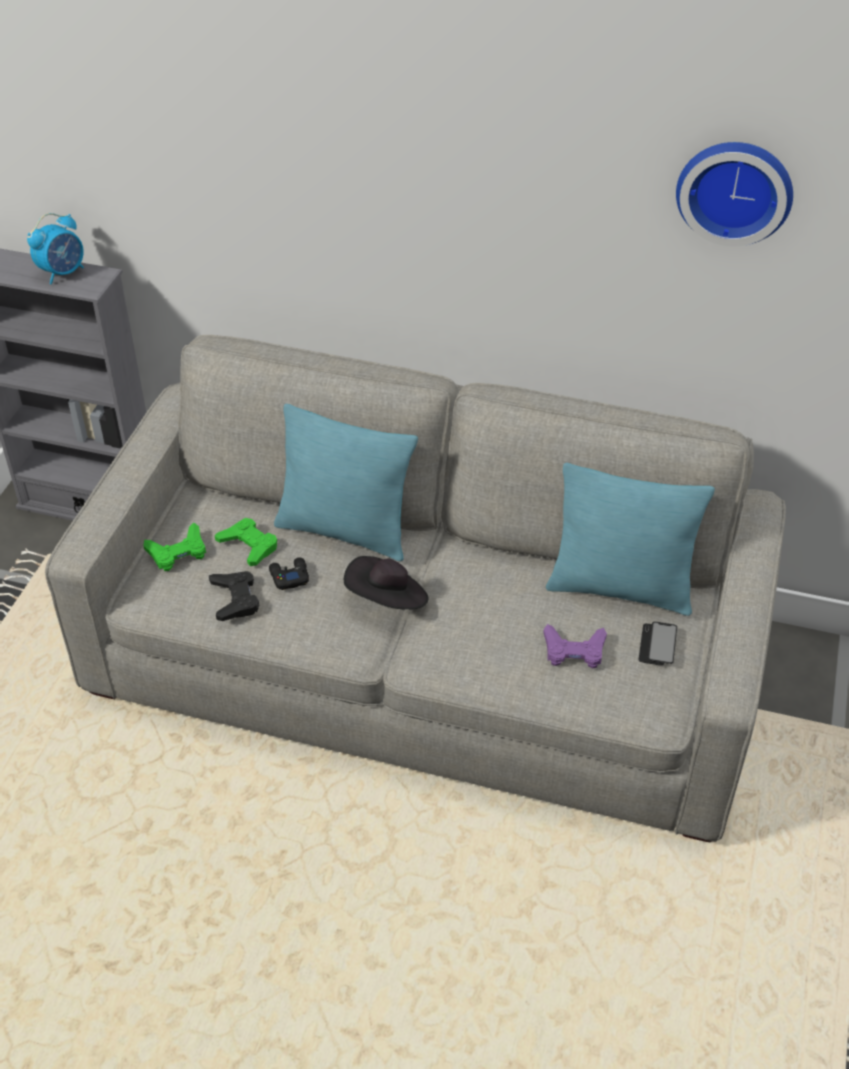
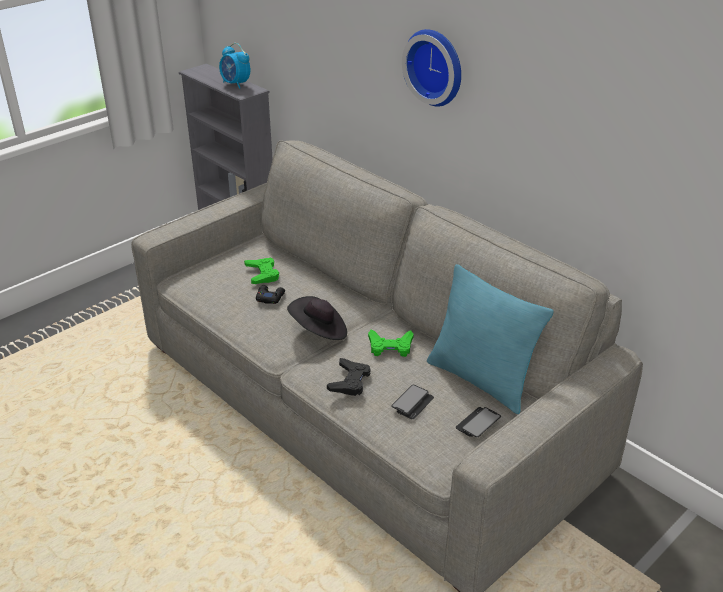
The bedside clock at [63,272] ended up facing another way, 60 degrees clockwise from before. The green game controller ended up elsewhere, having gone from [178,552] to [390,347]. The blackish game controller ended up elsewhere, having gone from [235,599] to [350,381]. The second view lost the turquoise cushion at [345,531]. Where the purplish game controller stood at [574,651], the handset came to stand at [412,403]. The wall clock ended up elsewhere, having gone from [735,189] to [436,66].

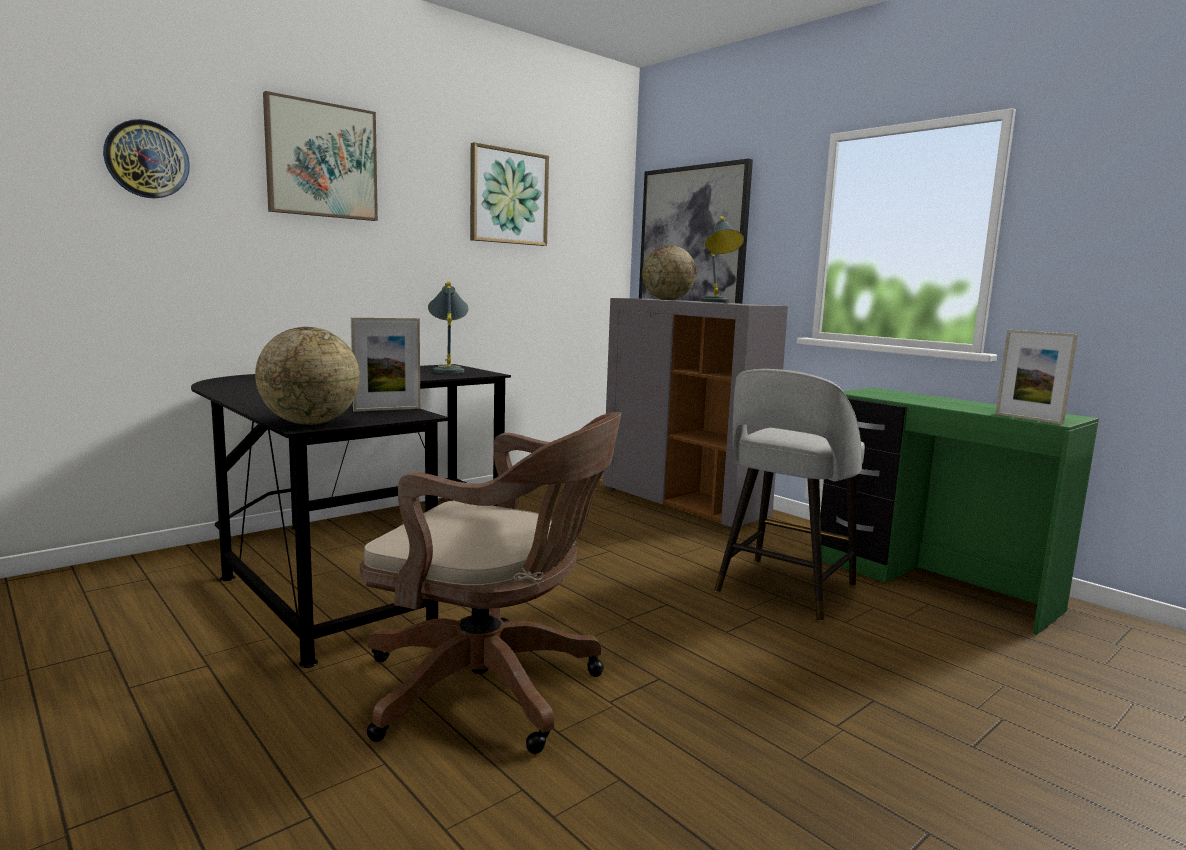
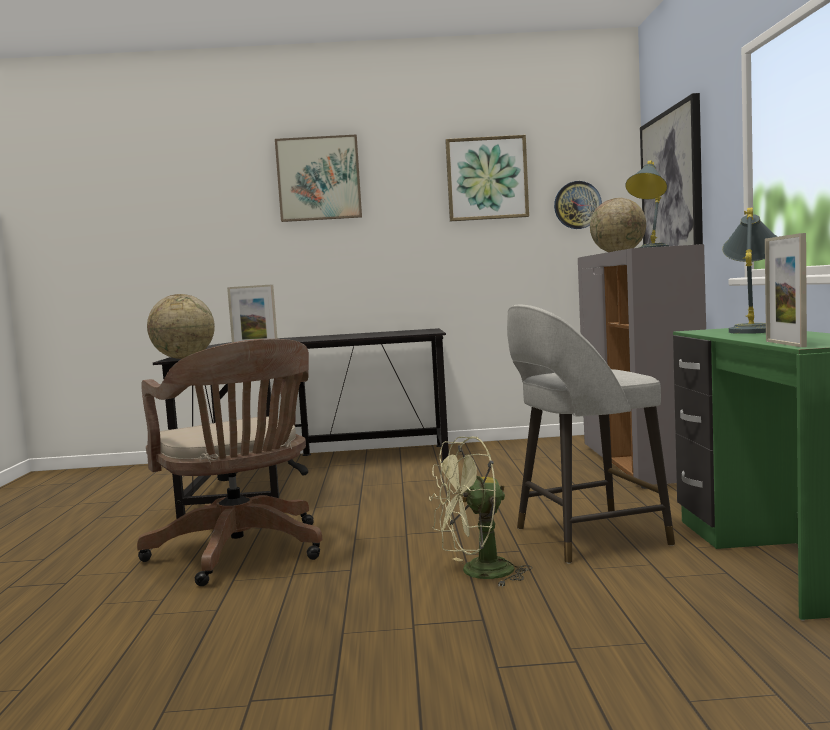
The wall clock ended up elsewhere, having gone from [147,159] to [577,205]. The gray lamp for a table ended up elsewhere, having gone from [449,370] to [752,330]. The second view gained the green cooling fan at [477,573].

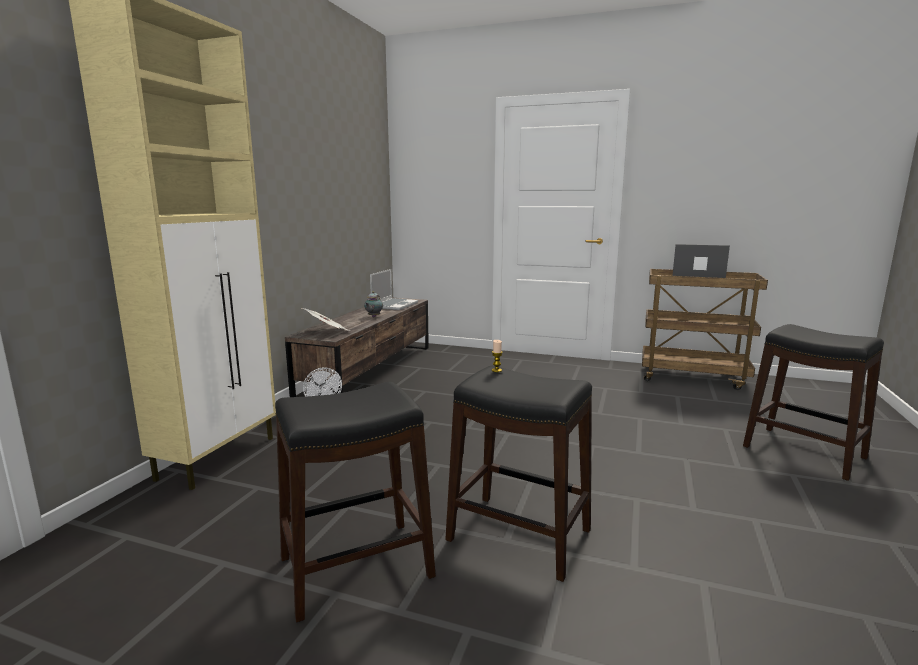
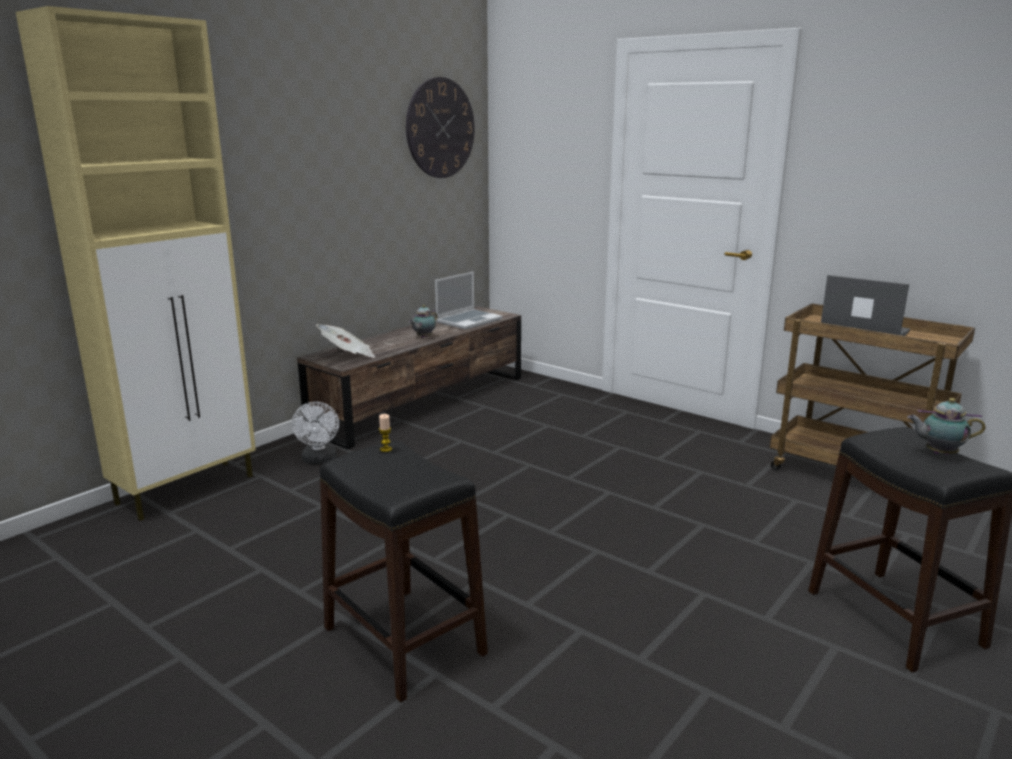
The second view lost the blackish stool at [355,567]. The second view gained the wall clock at [440,128]. The second view gained the teapot at [938,453].

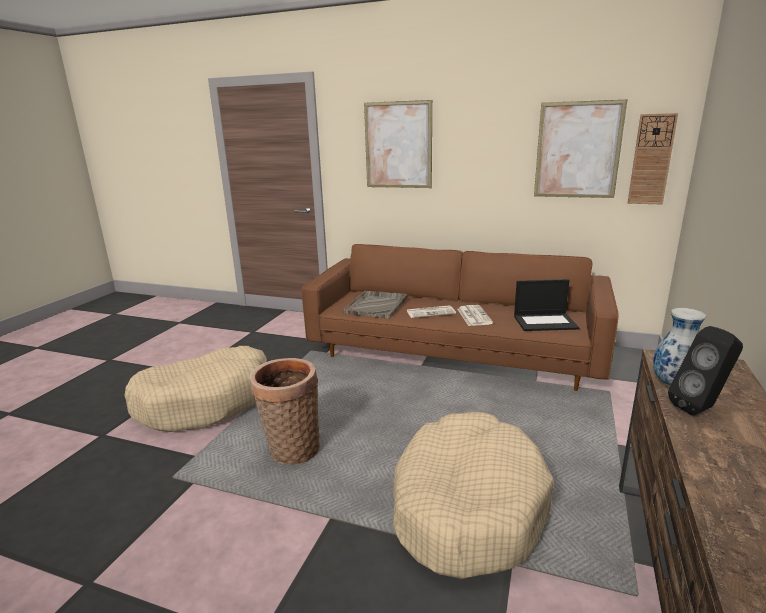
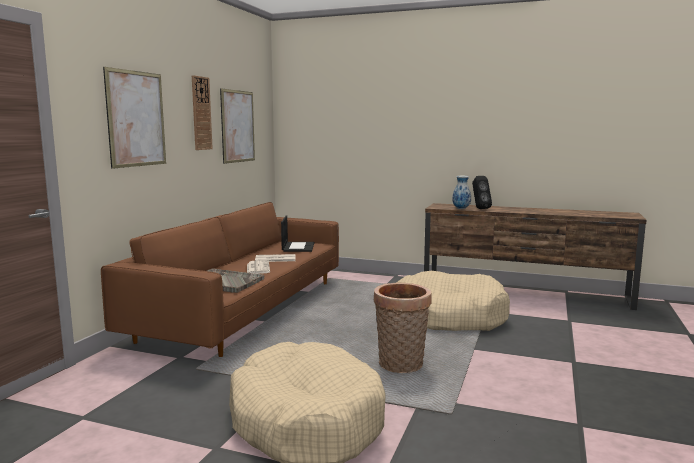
The wall clock ended up elsewhere, having gone from [651,160] to [201,113].

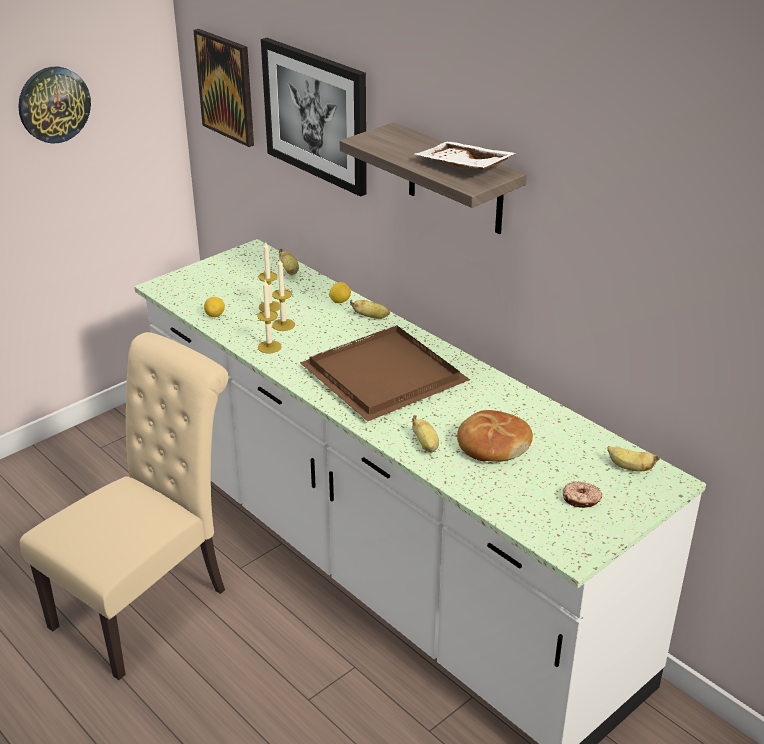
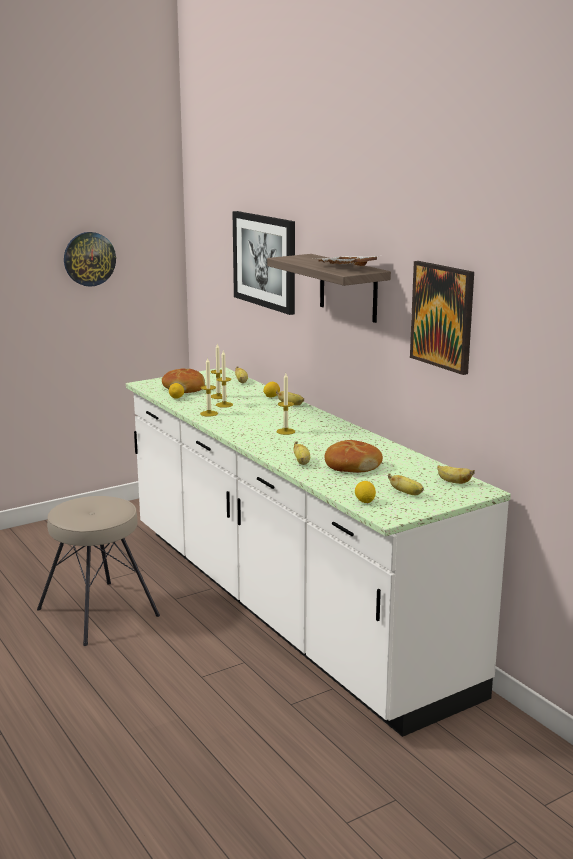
Where the beige plain chair stood at [149,603], the beige stool came to stand at [99,612]. The wall picture ended up elsewhere, having gone from [226,87] to [443,316]. Where the brown-coloured serving tray stood at [383,378], the wax light came to stand at [285,431]. Where the doughnut stood at [581,499], the whole banana came to stand at [407,493]. The second view gained the baked bread at [184,388]. The second view gained the whole lemon at [365,501].

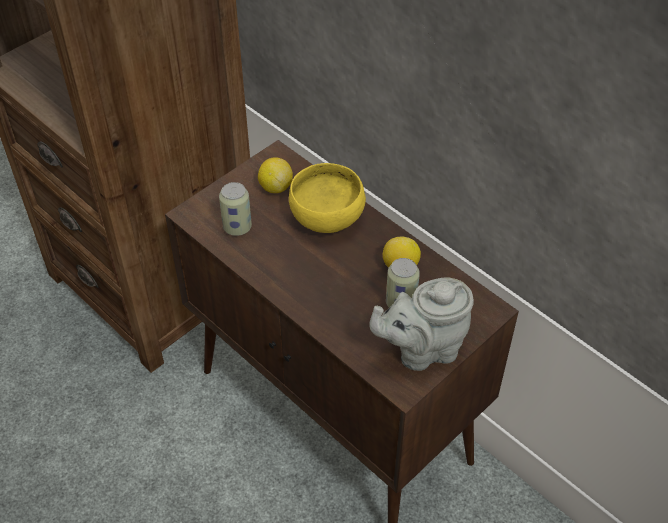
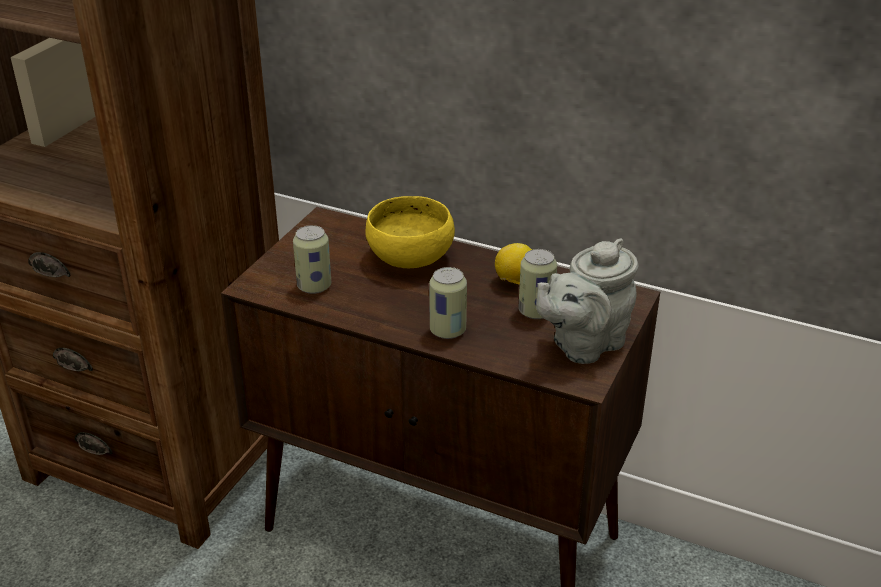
The second view lost the whole lemon at [275,187]. The second view gained the metal can at [447,331].

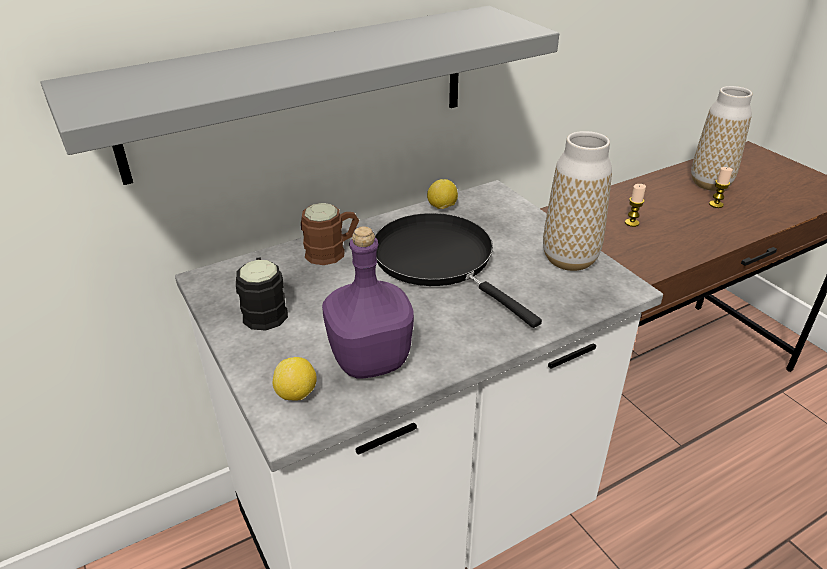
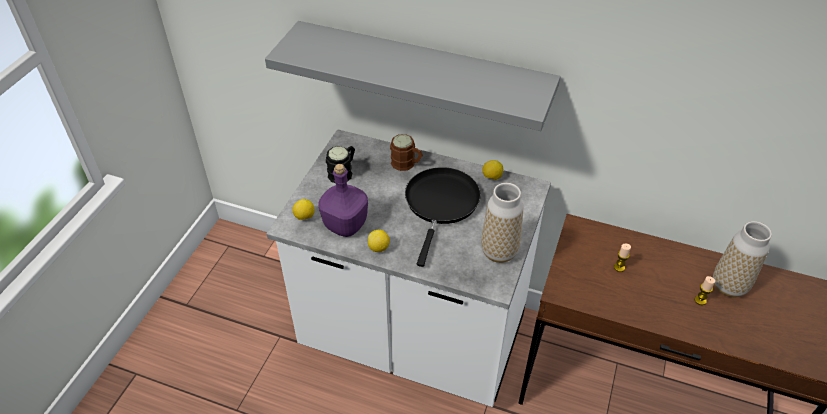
The second view gained the whole lemon at [379,248].

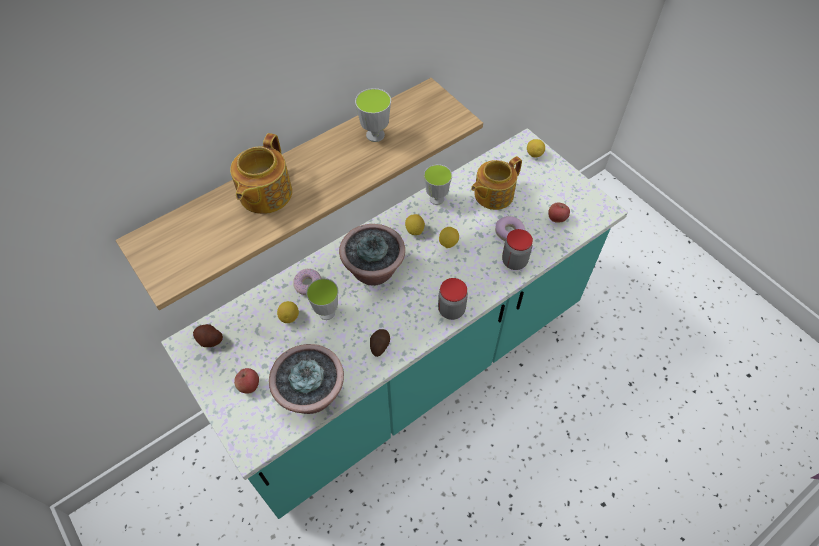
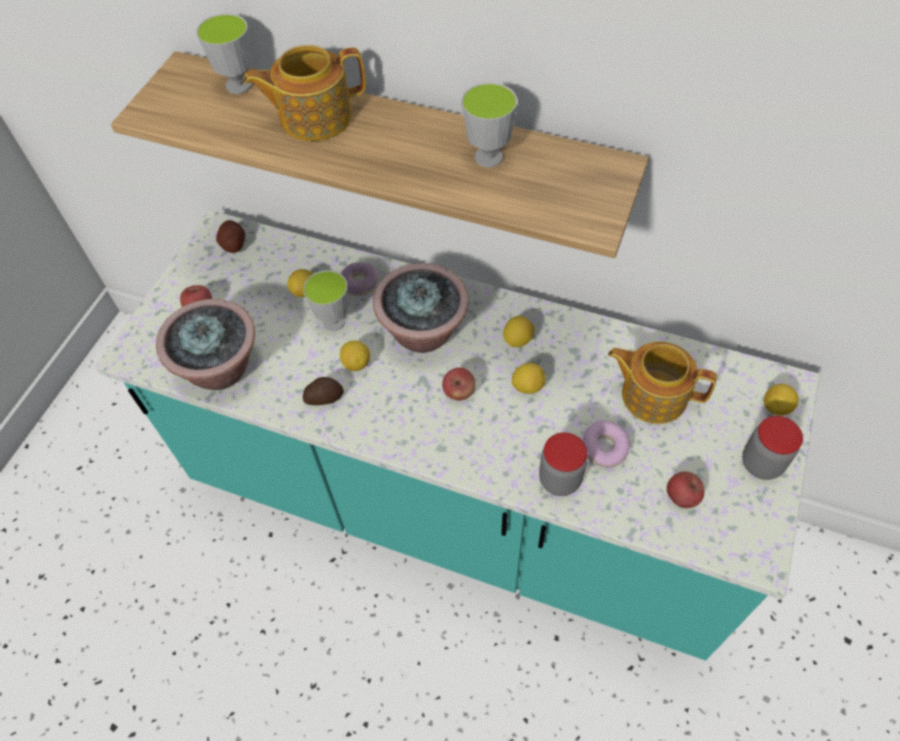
The drinking cup ended up elsewhere, having gone from [436,199] to [238,85]. The jar ended up elsewhere, having gone from [451,310] to [761,463]. The second view gained the whole lemon at [356,363]. The second view gained the whole apple at [459,392].

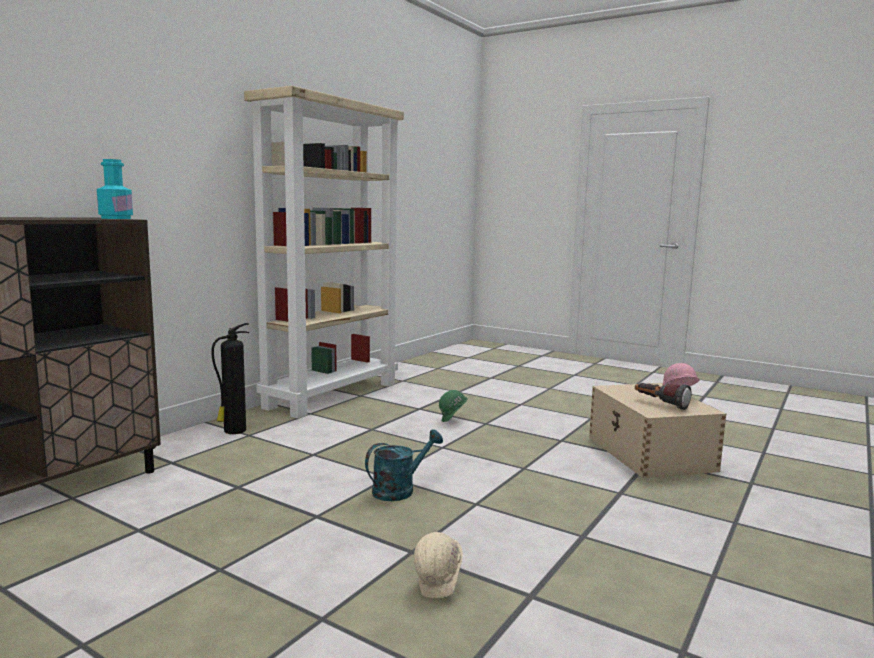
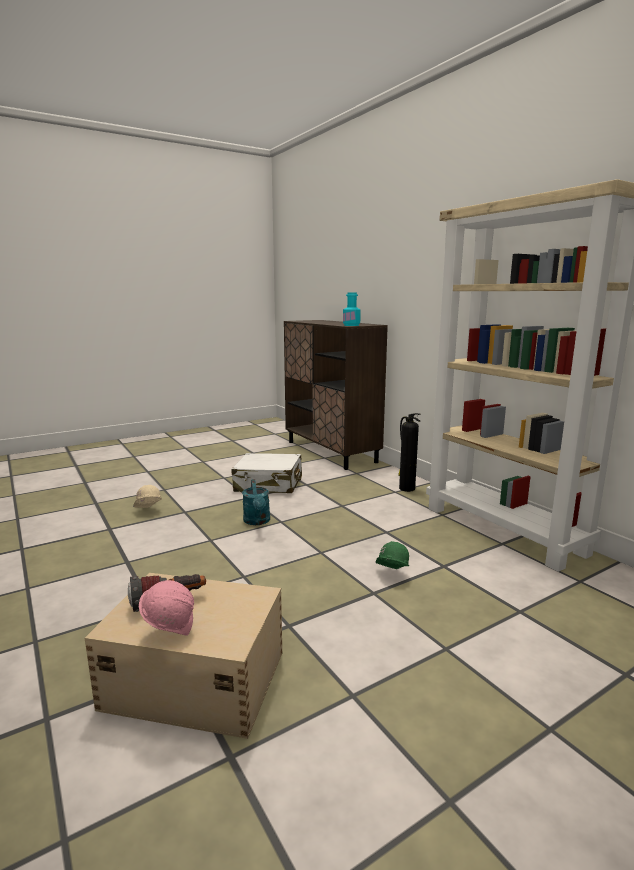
The second view gained the white travel case at [268,484].

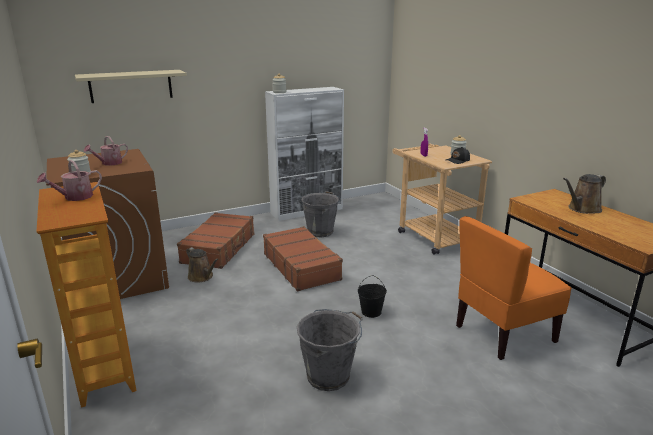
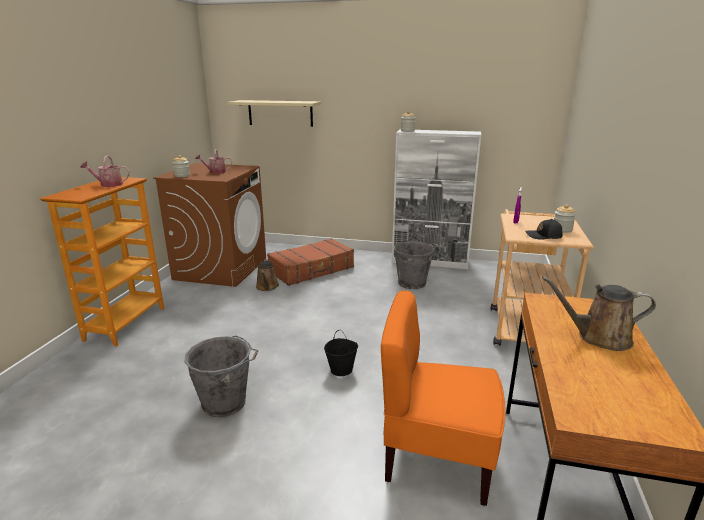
The second view lost the brown-coloured travel case at [301,266].

